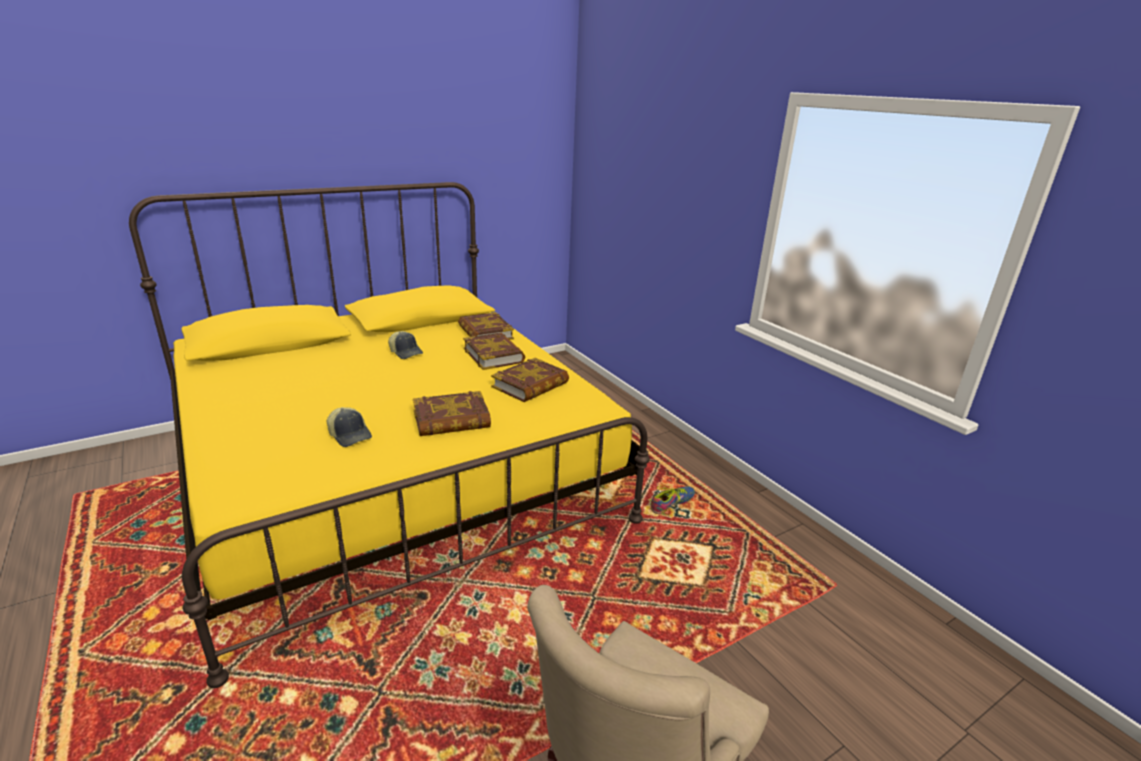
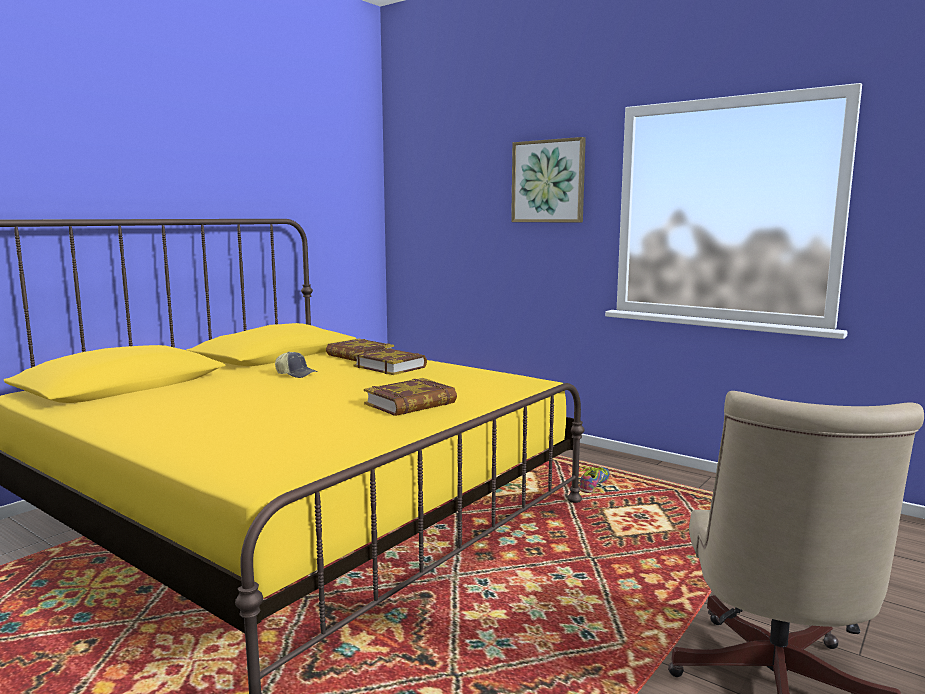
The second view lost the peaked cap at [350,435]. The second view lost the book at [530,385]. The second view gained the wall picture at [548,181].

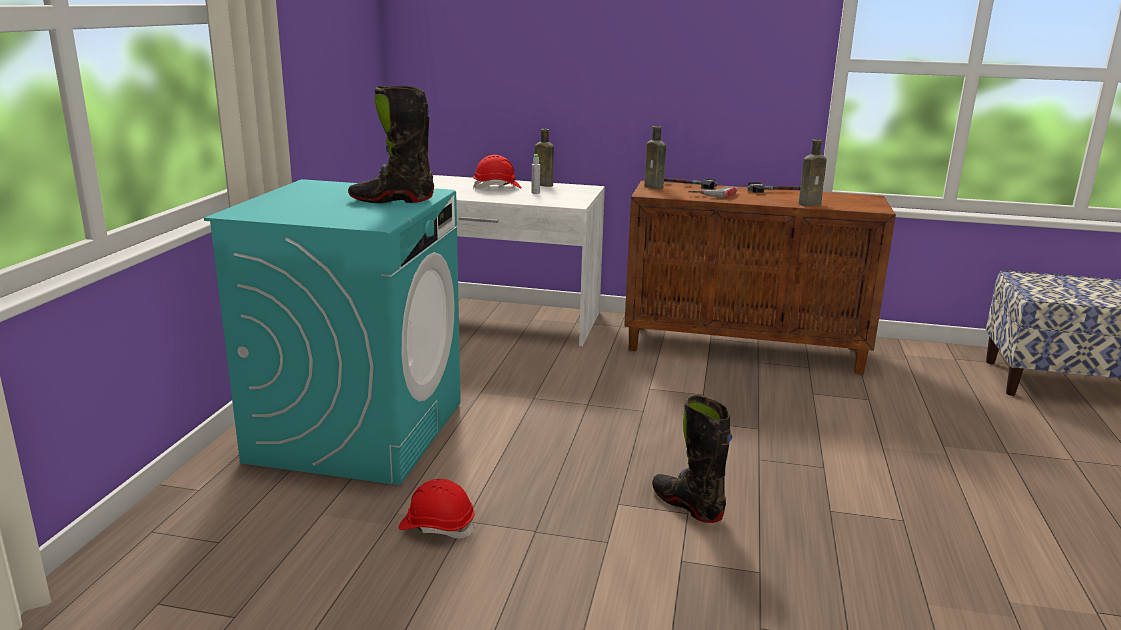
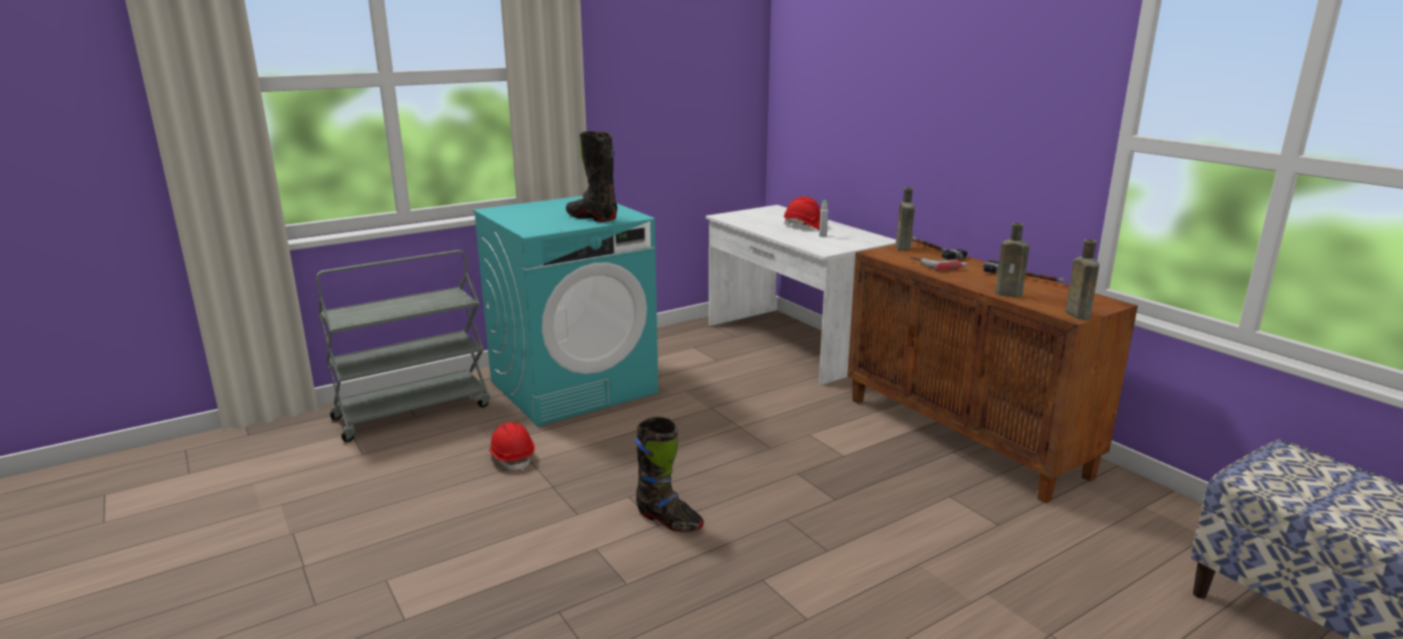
The brown-coloured drink bottle ended up elsewhere, having gone from [542,184] to [1076,314]. The blackish boot at [687,505] ended up facing another way, 120 degrees clockwise from before. The second view gained the gray wheeled cart at [413,411].

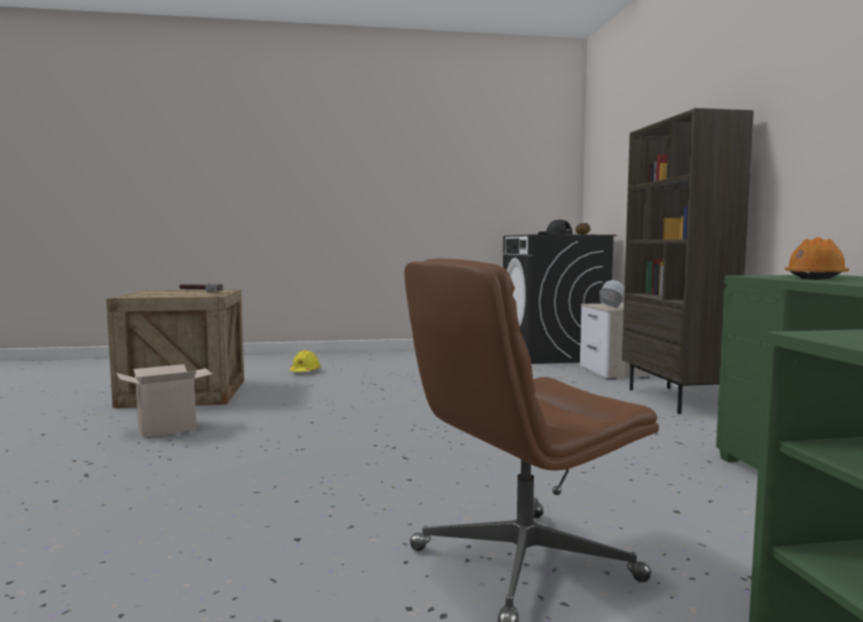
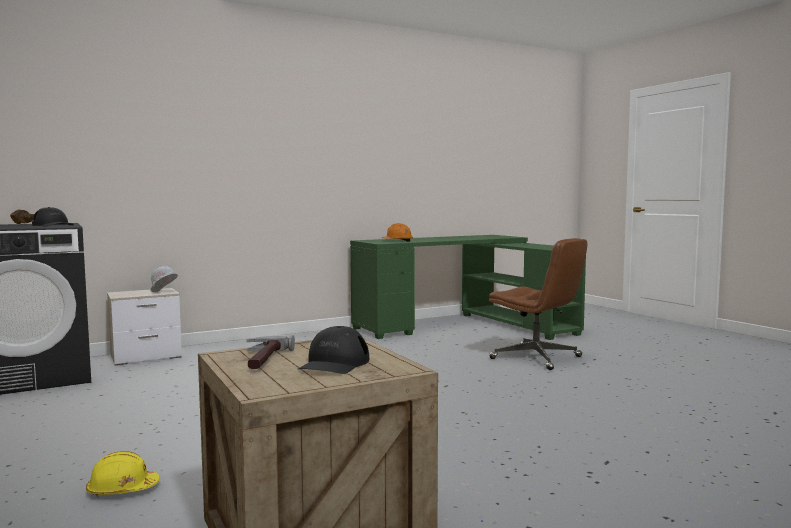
The second view lost the packing box at [168,428]. The second view lost the brown-coloured bookcase at [675,400]. The second view gained the blackish peaked cap at [334,364].

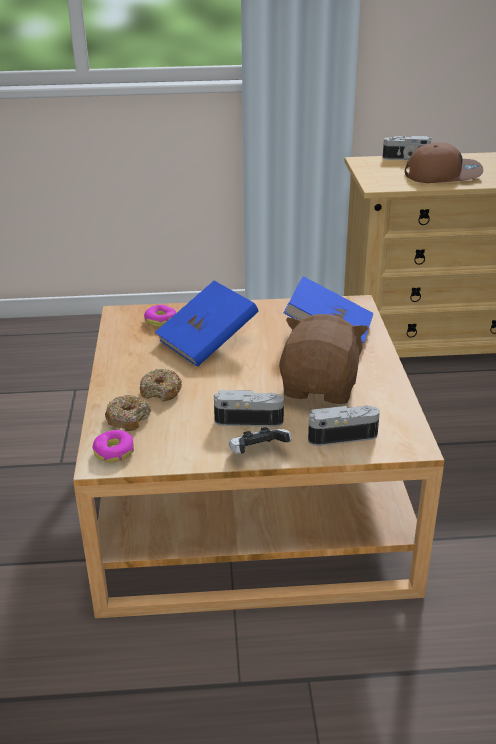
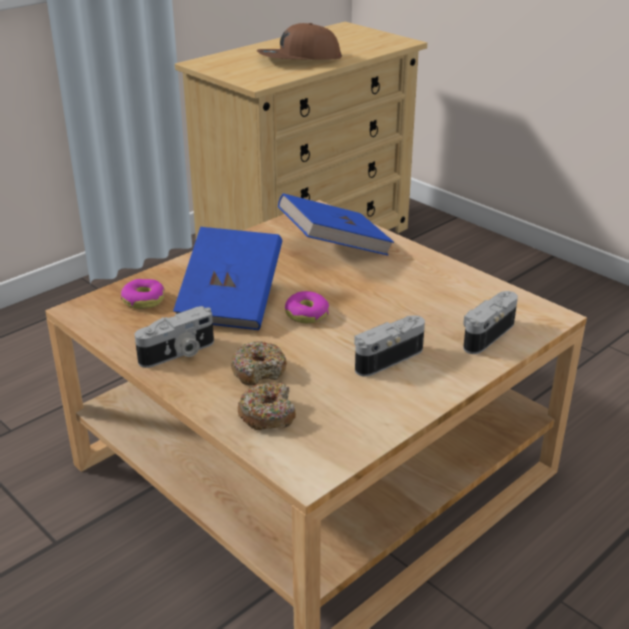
The doughnut ended up elsewhere, having gone from [114,452] to [307,314]. The second view lost the game controller at [258,453]. The second view lost the brown-coloured cuddly toy at [321,387]. The photo camera ended up elsewhere, having gone from [405,159] to [178,353]. The brown-coloured peaked cap at [443,175] ended up facing another way, 150 degrees counterclockwise from before.

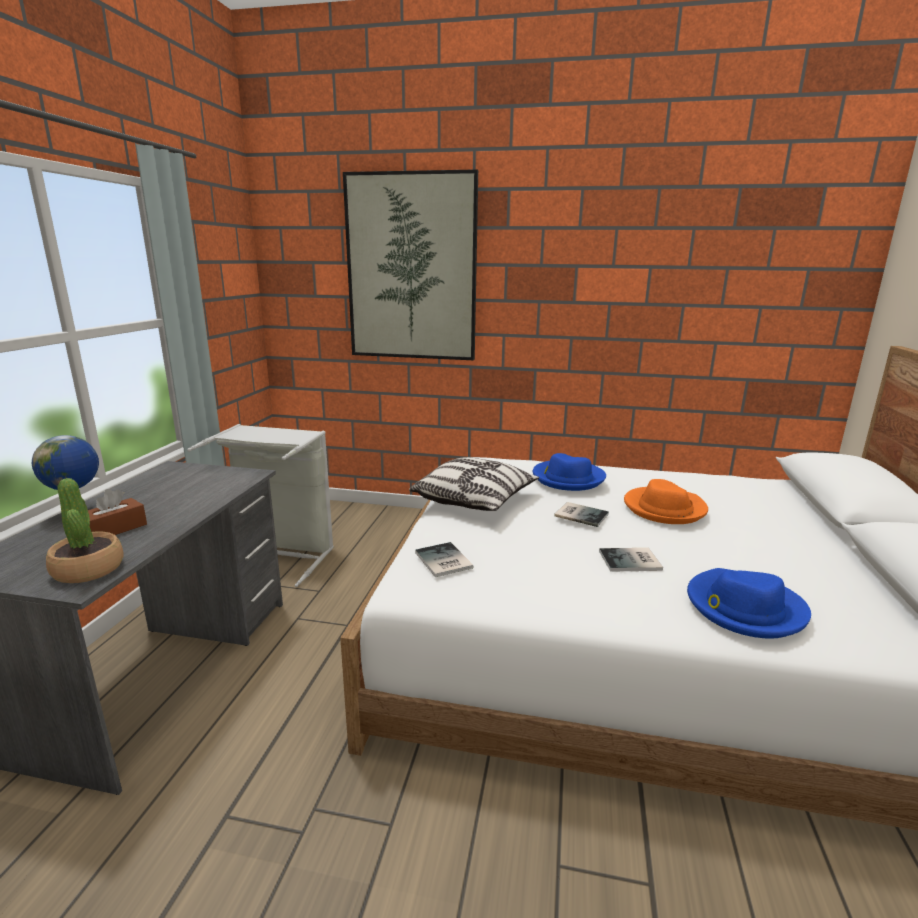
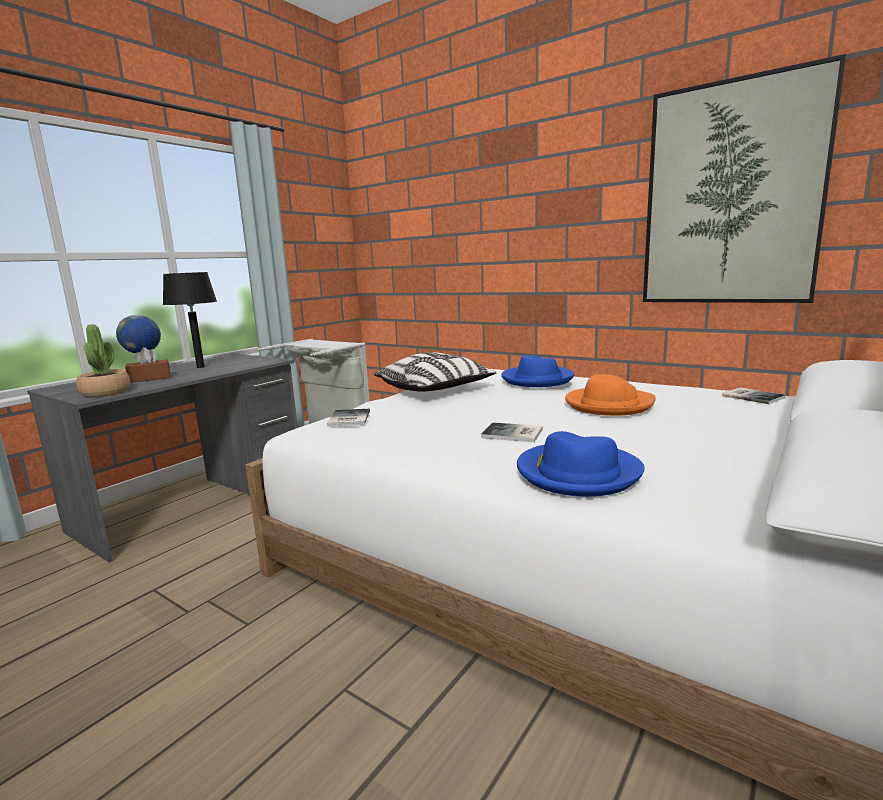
The wall picture ended up elsewhere, having gone from [411,268] to [731,195]. The book ended up elsewhere, having gone from [580,514] to [752,396]. The second view gained the blackish lamp for a table at [200,367].

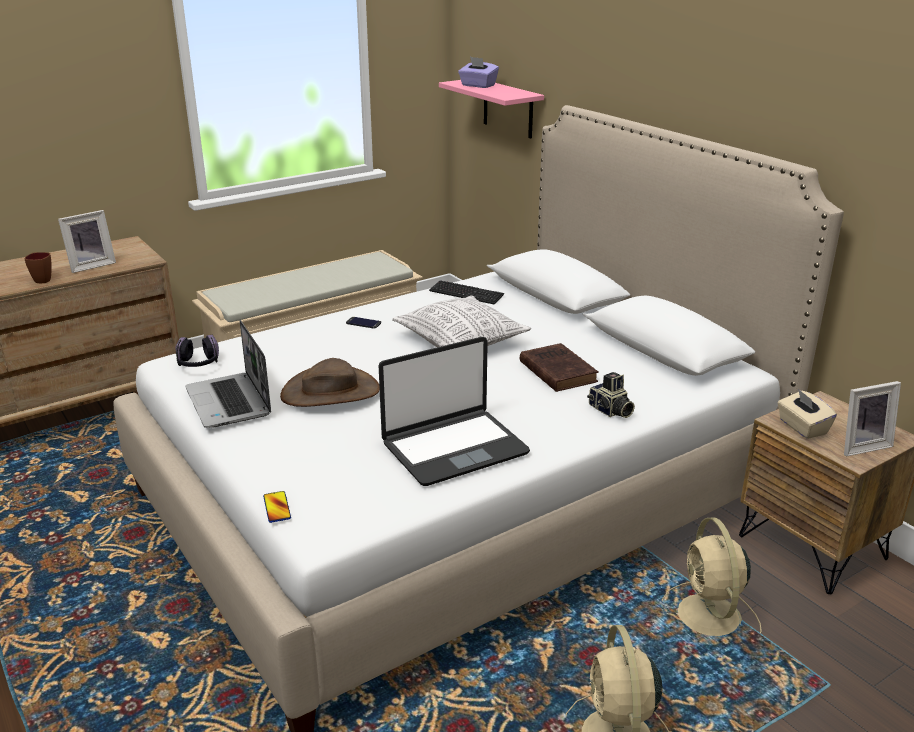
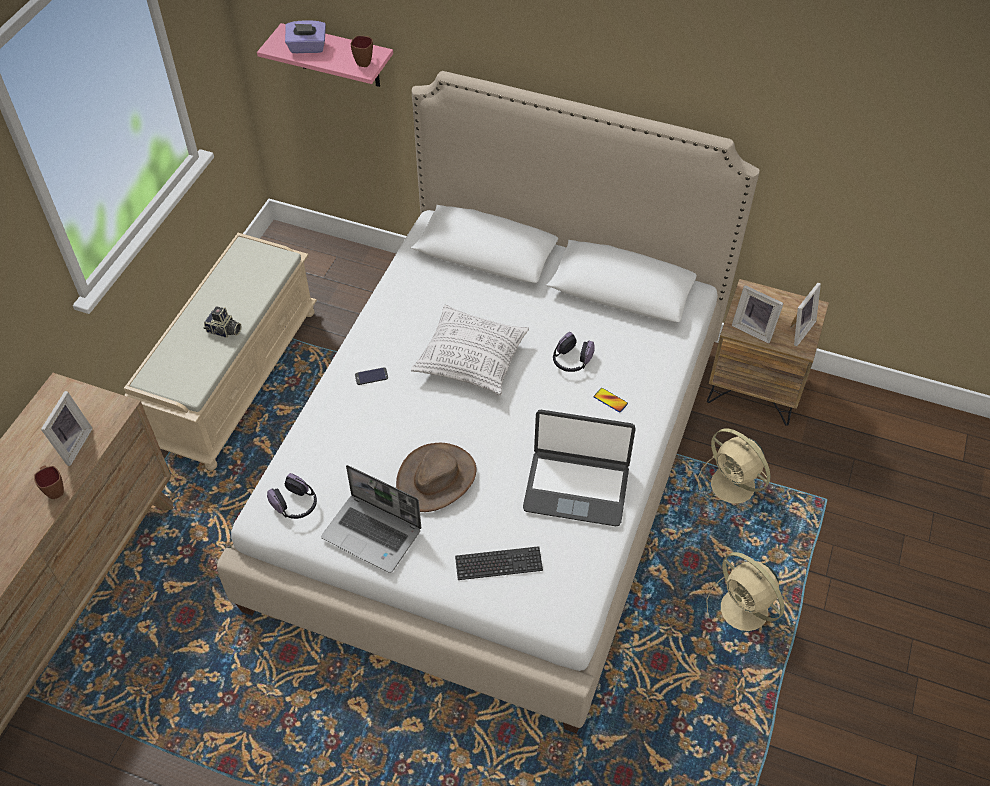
The handset ended up elsewhere, having gone from [277,507] to [610,400]. The notebook computer at [454,448] ended up facing another way, 75 degrees clockwise from before. The computer keyboard ended up elsewhere, having gone from [466,294] to [498,564]. Where the brown-coloured book stood at [556,371], the pair of headphones came to stand at [571,361]. The photo camera ended up elsewhere, having gone from [610,411] to [224,331]. Where the beige box of tissues stood at [802,427], the picture frame came to stand at [754,329]. The second view gained the brown-coloured tea mug at [365,61].

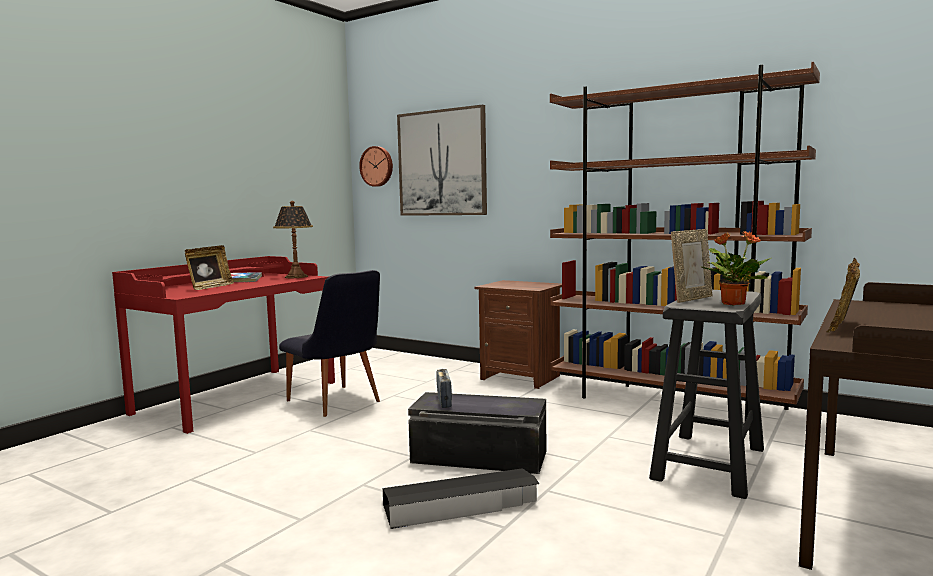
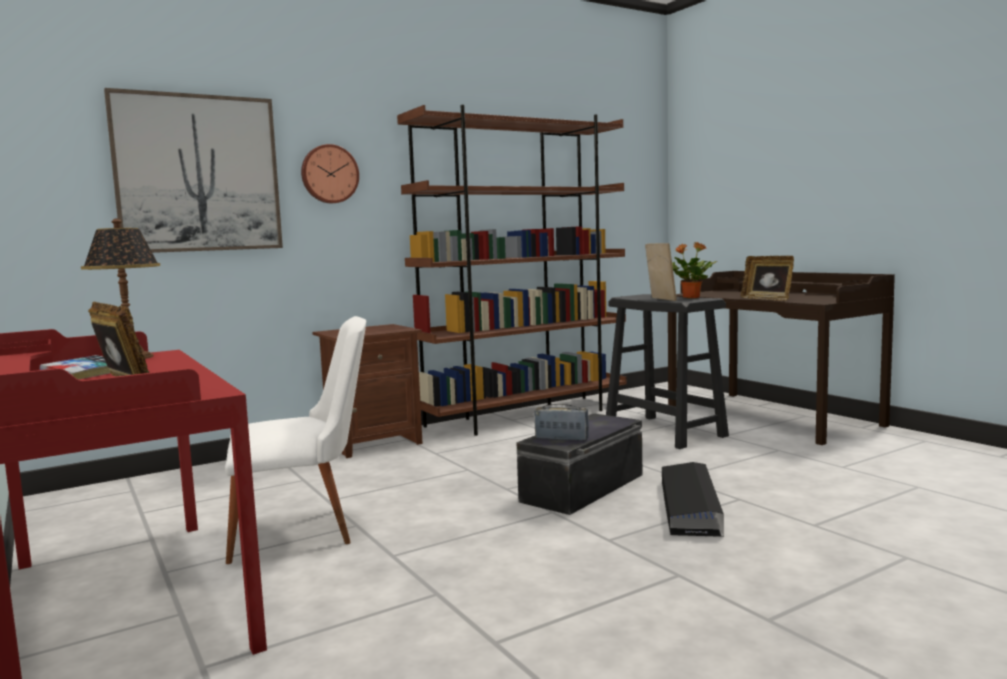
What was the blackish plain chair at [337,403] turned into the white plain chair at [304,532]. The wall clock ended up elsewhere, having gone from [377,166] to [329,174].

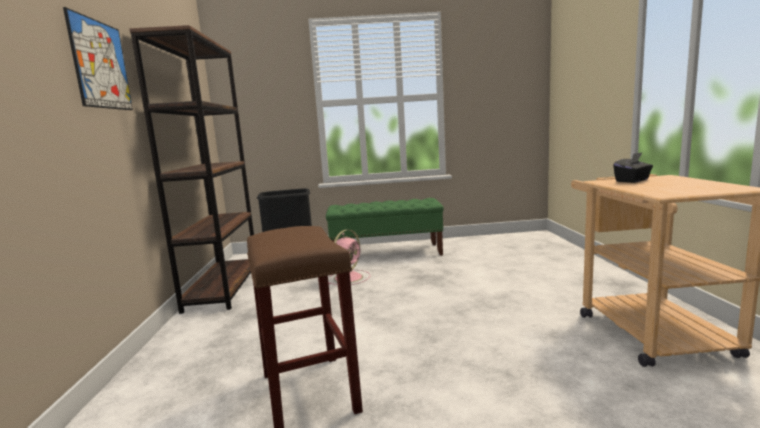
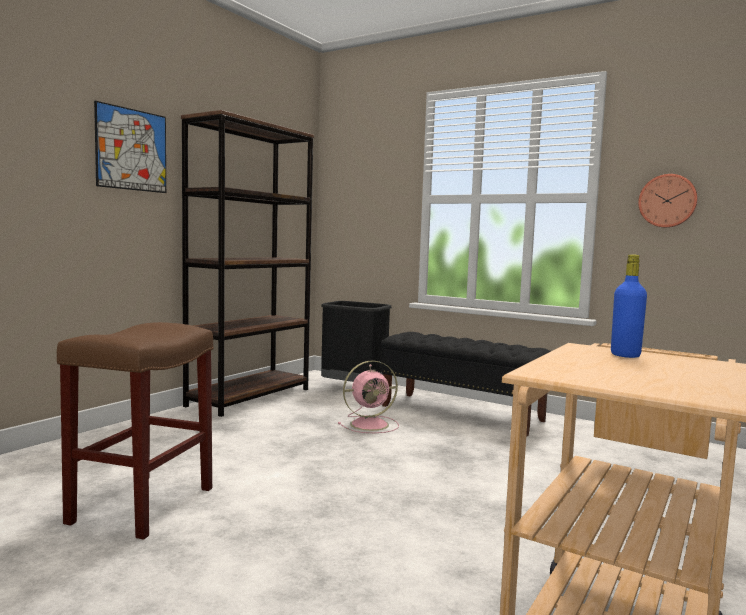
What was the green long seat at [386,253] turned into the blackish long seat at [462,413]. Where the blackish box of tissues stood at [632,180], the blue-coloured drink bottle came to stand at [625,355]. The second view gained the wall clock at [667,201].

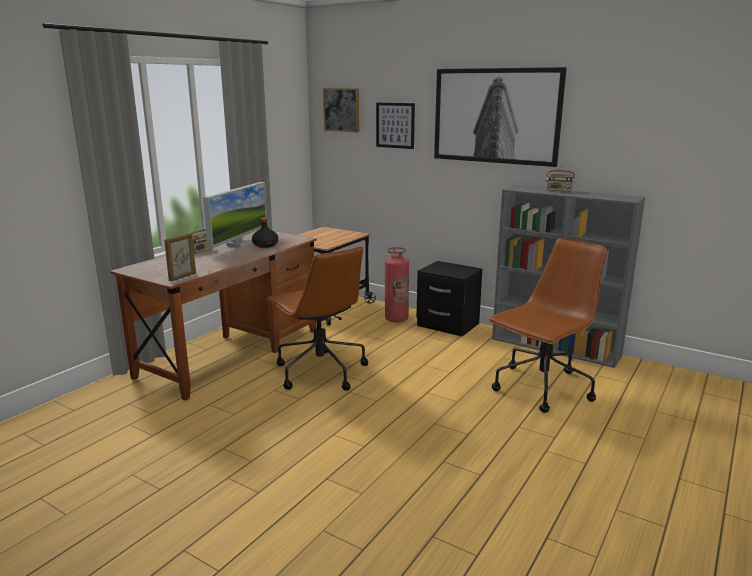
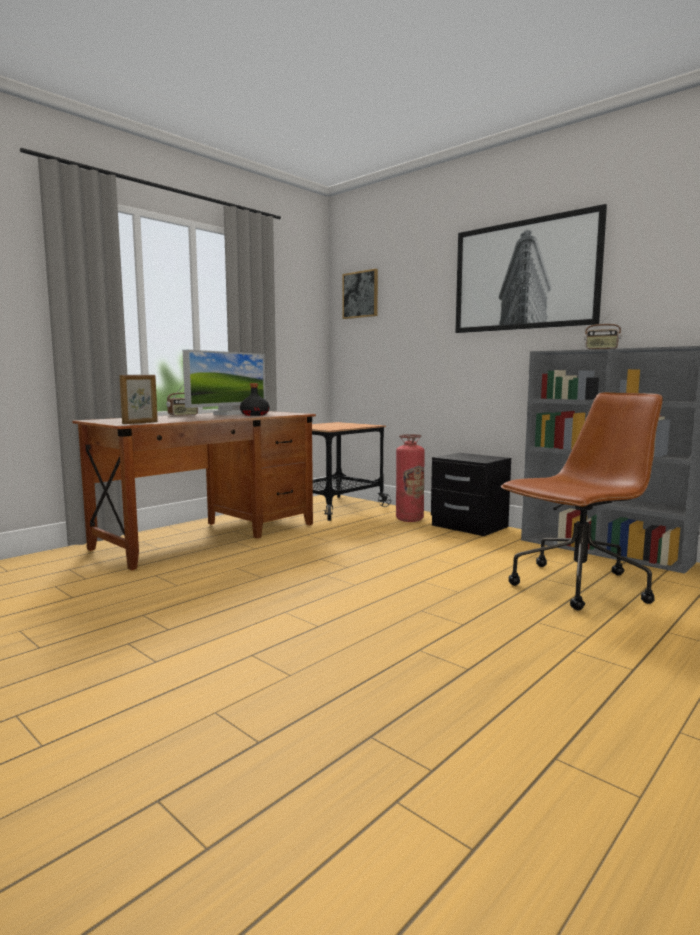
The second view lost the brown-coloured desk chair at [319,371]. The second view lost the wall picture at [395,125].

